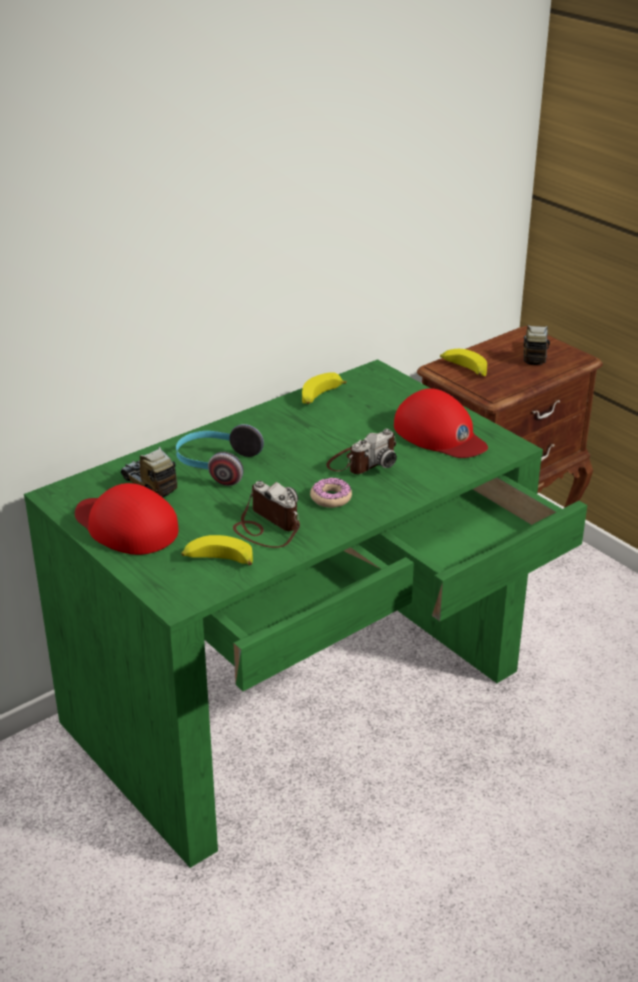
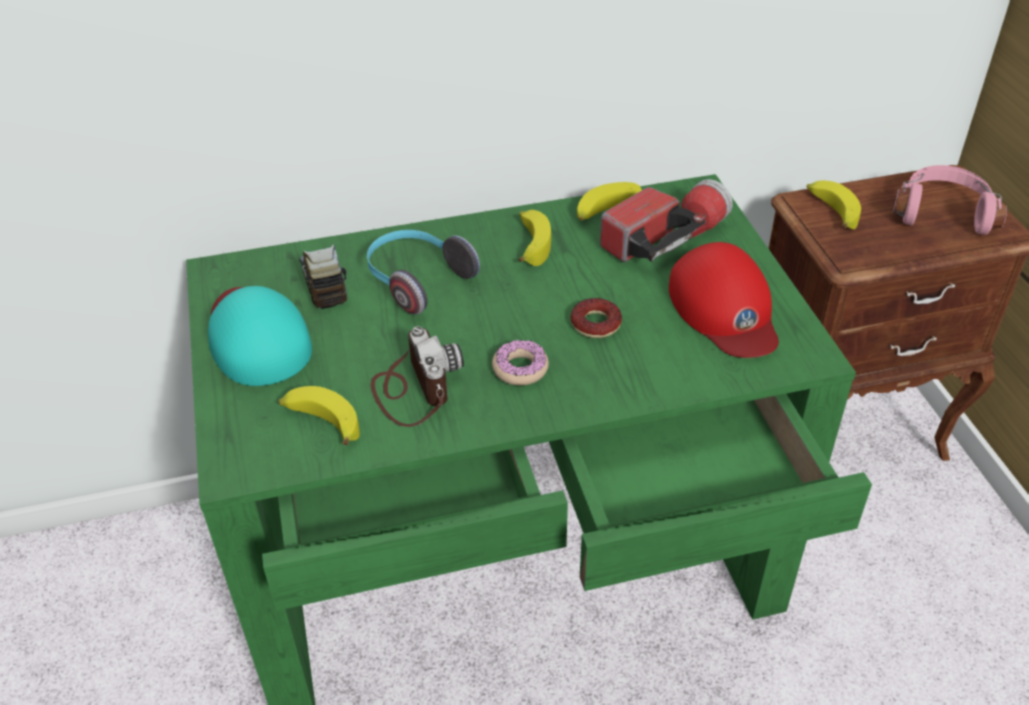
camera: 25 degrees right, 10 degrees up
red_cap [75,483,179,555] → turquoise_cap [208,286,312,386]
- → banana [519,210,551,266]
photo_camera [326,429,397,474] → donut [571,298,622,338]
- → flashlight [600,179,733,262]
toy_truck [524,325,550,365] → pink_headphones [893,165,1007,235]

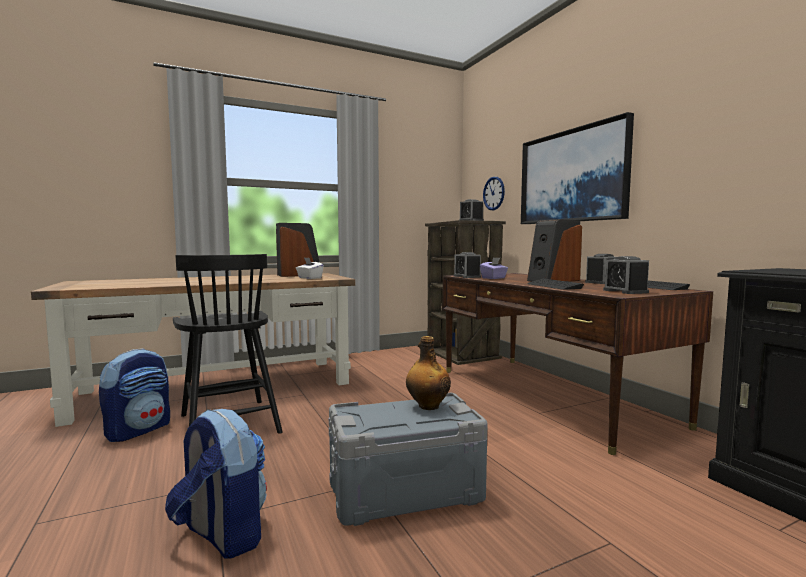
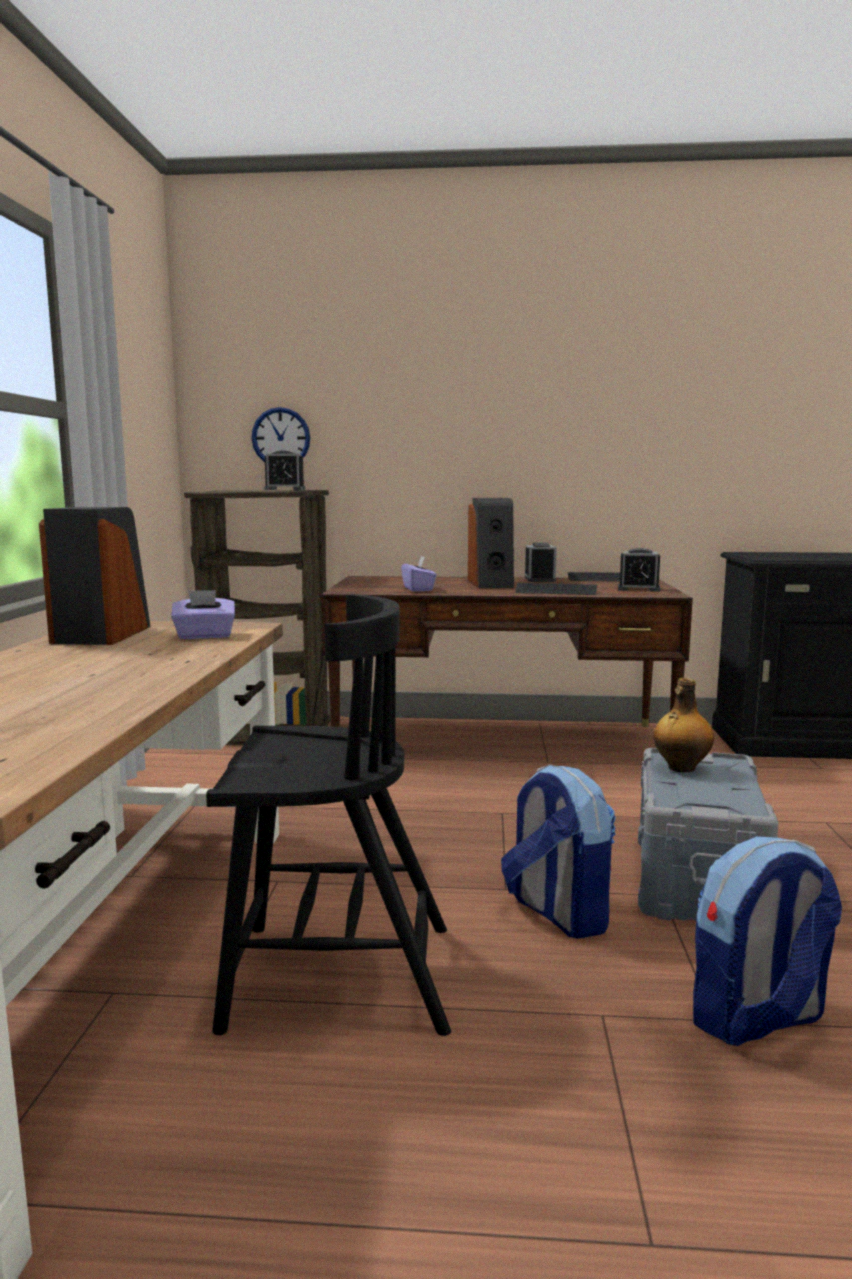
camera: 60 degrees left, 5 degrees up
white_tissue_box [296,257,324,279] → purple_tissue_box [171,590,235,639]
backpack [99,348,170,442] → backpack [501,764,616,939], moved
alarm_clock [454,252,481,278] → -
picture [521,112,634,224] → -

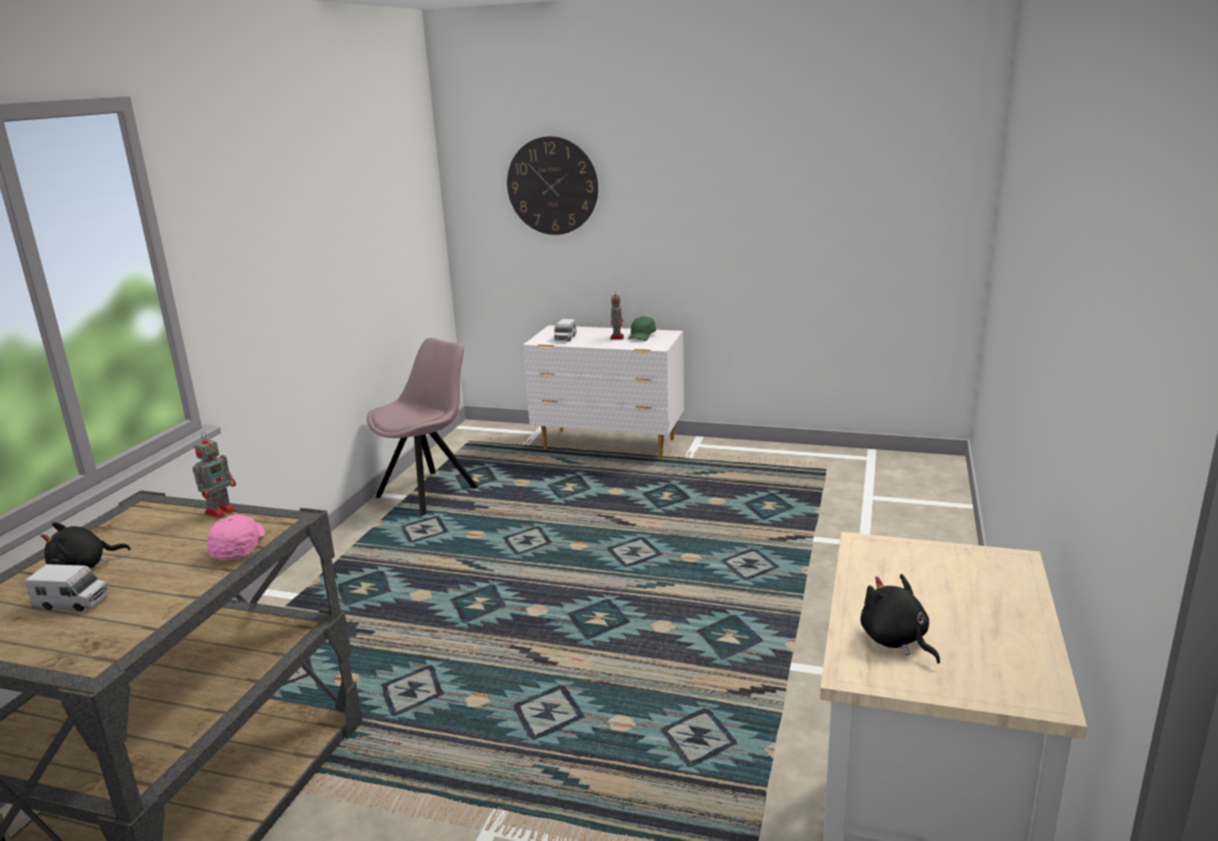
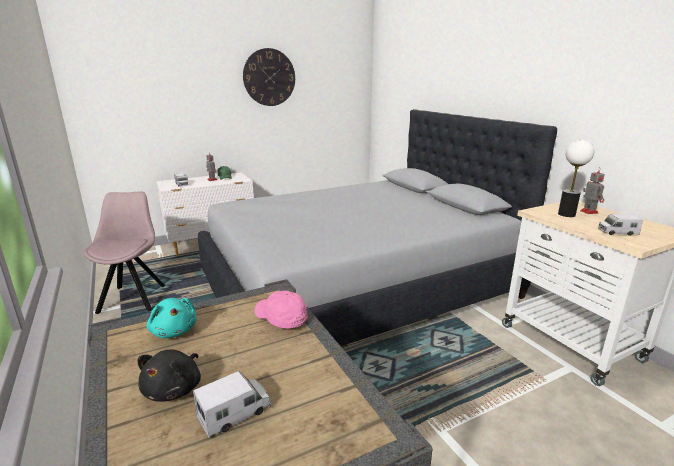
camera: 45 degrees left, 0 degrees up
- → turquoise_plush_toy [147,298,197,338]
- → grey_bed [198,109,557,346]
wall_clock [507,136,598,235] → wall_clock [243,48,295,106], moved
- → table_lamp [558,140,594,217]
toy_robot [193,432,236,518] → toy_robot [580,167,605,214], moved
black_plush_toy [860,574,940,664] → toy_truck [598,214,643,236]

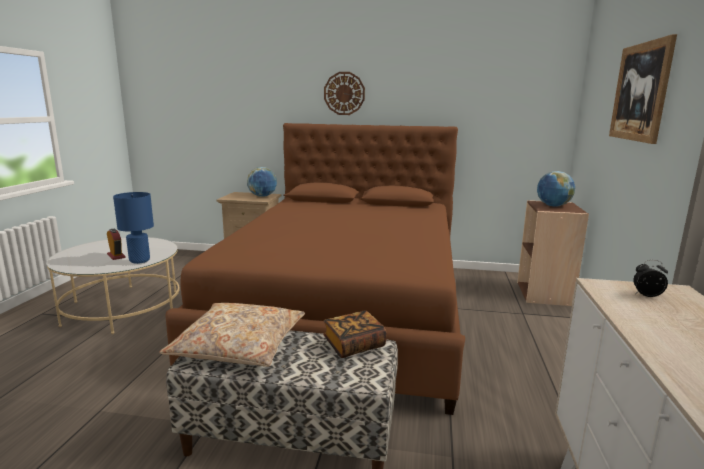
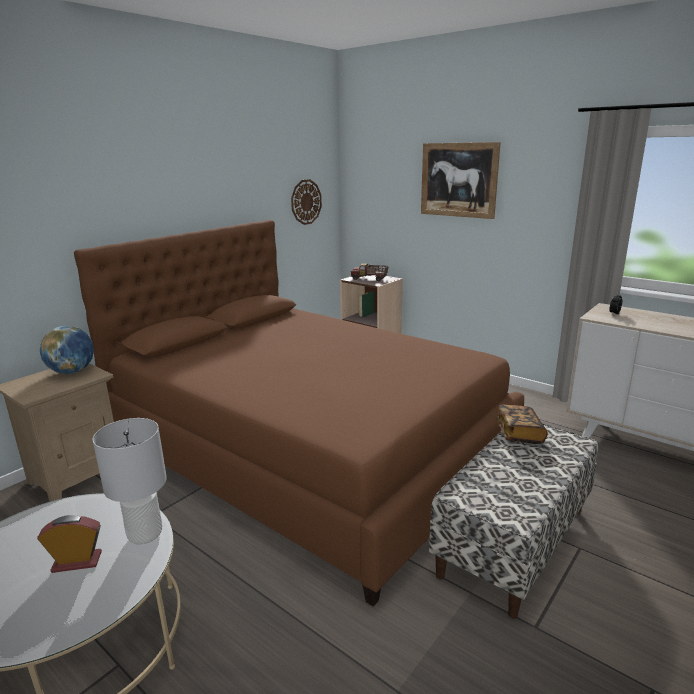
camera: 60 degrees left, 5 degrees up
blue_table_lamp [113,192,154,264] → grey_table_lamp [93,418,167,545]
wall_clock [324,72,365,115] → wall_clock [291,179,322,225], moved
globe [537,171,575,206] → toy_truck [351,263,389,281]
beige_pillow [159,303,305,367] → -

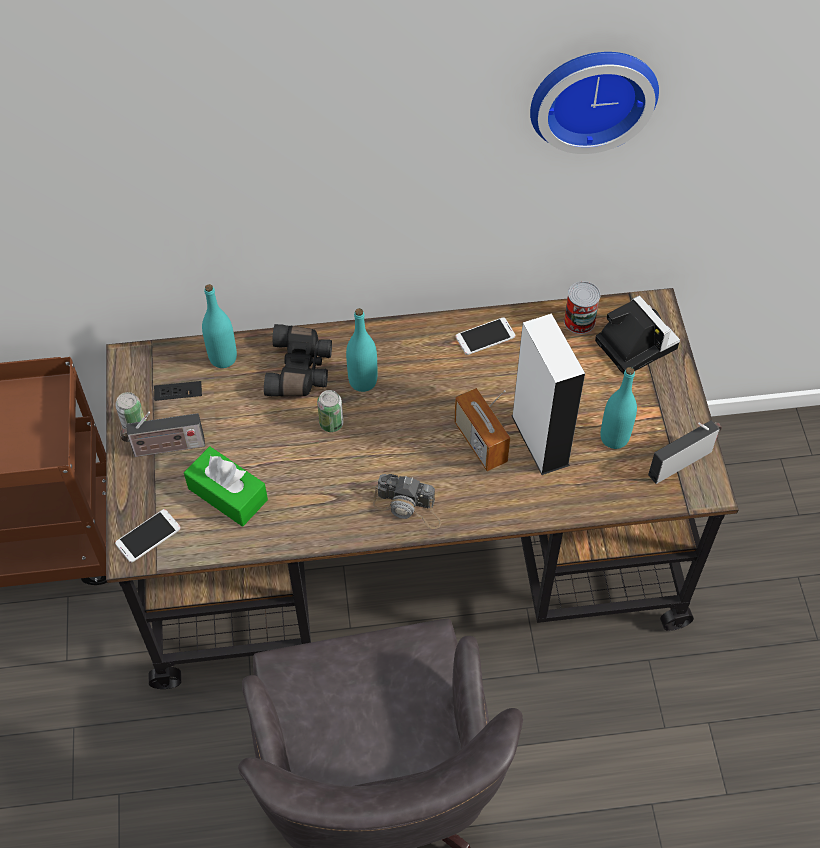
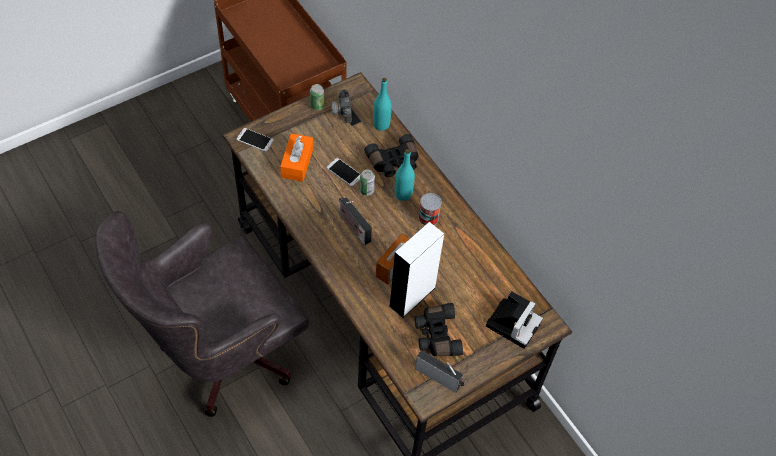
camera: 60 degrees right, 0 degrees up
green_tissue_box [184,447,268,527] → orange_tissue_box [280,133,313,182]
phone [456,317,515,355] → phone [327,158,361,186], moved
photo_camera [373,474,442,529] → photo_camera [331,89,352,130], moved
radio [120,411,205,457] → radio [339,197,372,245], moved
turquoise_bottle [600,367,637,449] → black_binoculars [414,303,463,356]
can [564,281,601,334] → can [418,193,442,226], moved
wall_clock [530,52,659,154] → -

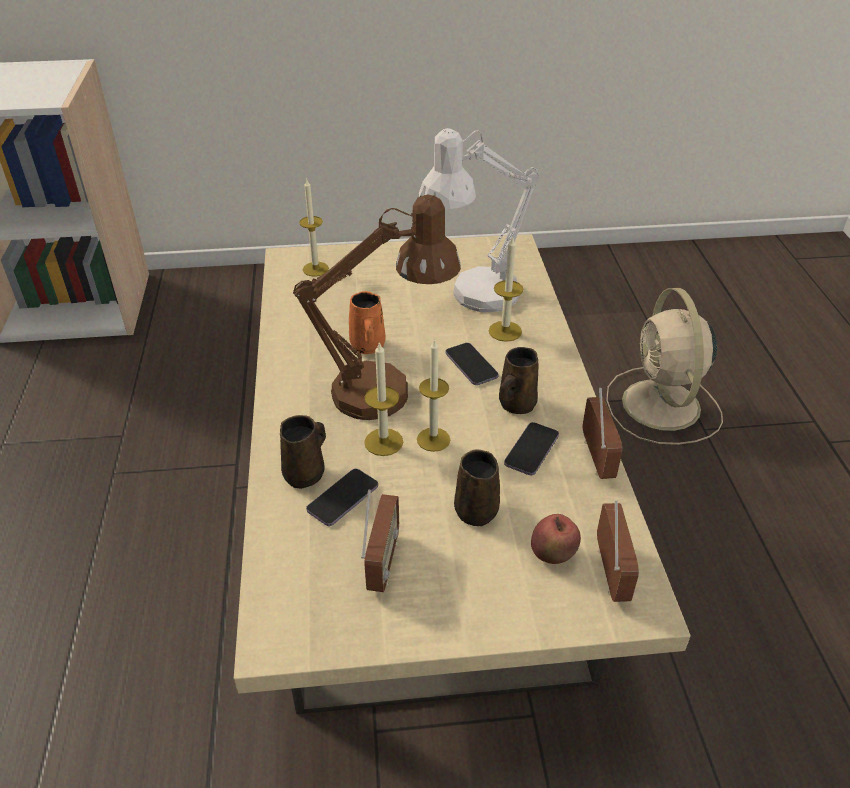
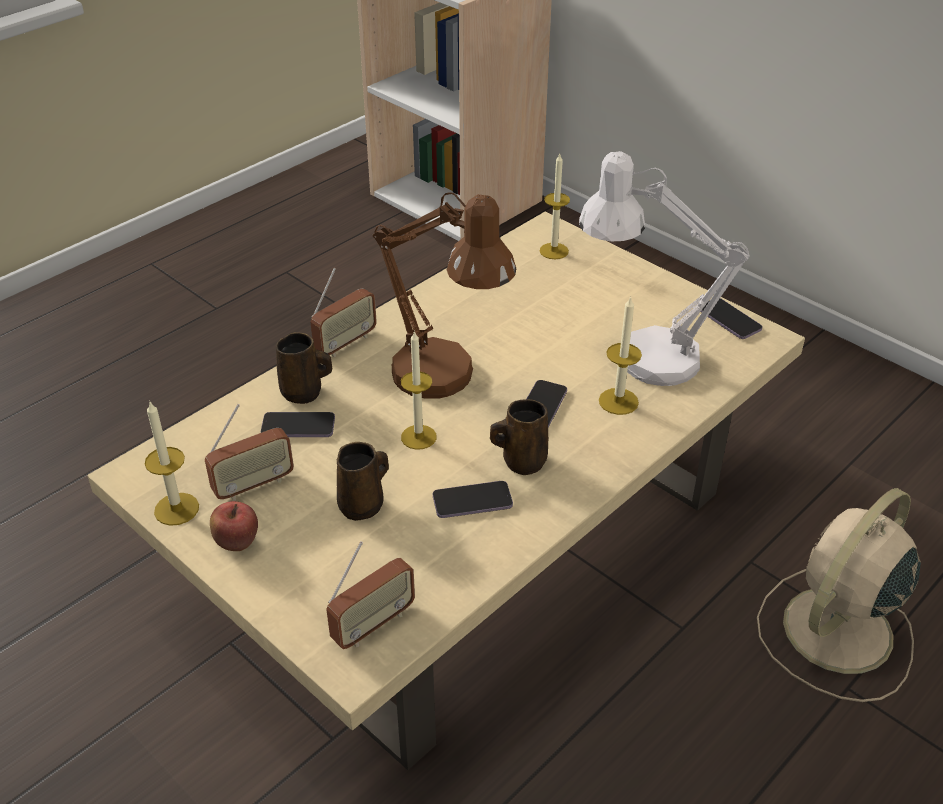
camera: 50 degrees right, 0 degrees up
candle [364,342,403,456] → candle [145,400,199,526], moved
apple [531,514,581,564] → apple [210,501,258,551], moved
radio [583,388,622,479] → radio [310,267,377,357], moved
- → phone [701,298,763,339]
orange_mug [349,291,386,354] → -

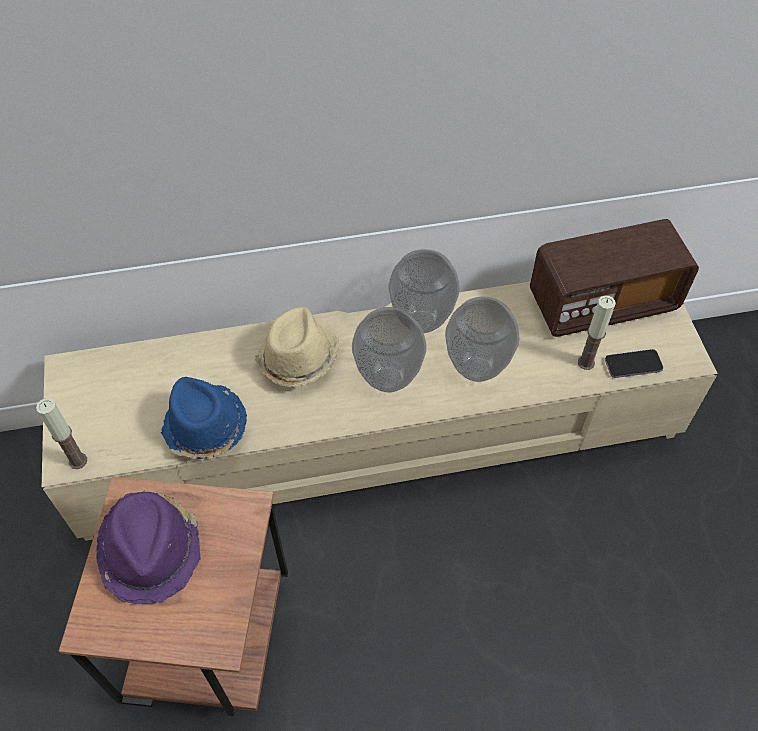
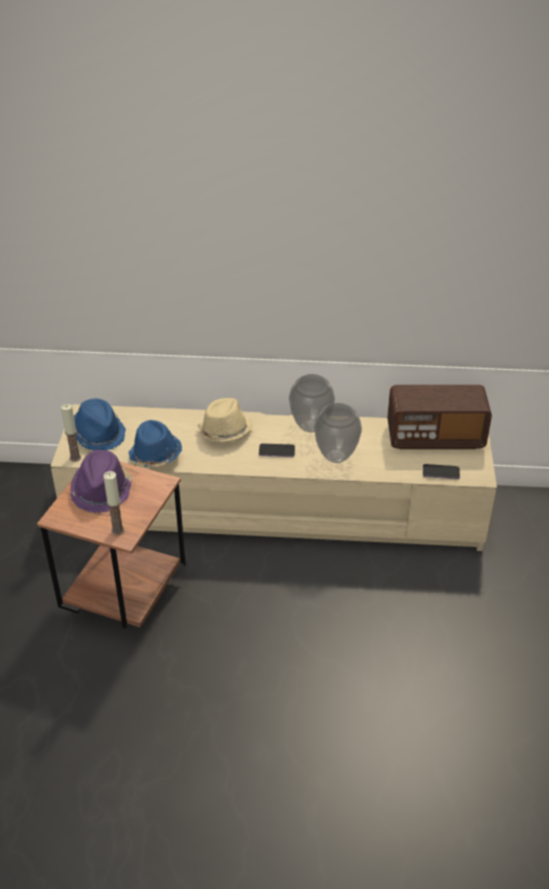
camera: 15 degrees right, 15 degrees down
- → blue_hat [74,399,126,451]
candle [578,296,616,370] → candle [103,471,124,536], moved
vase [352,307,427,392] → phone [259,443,295,457]

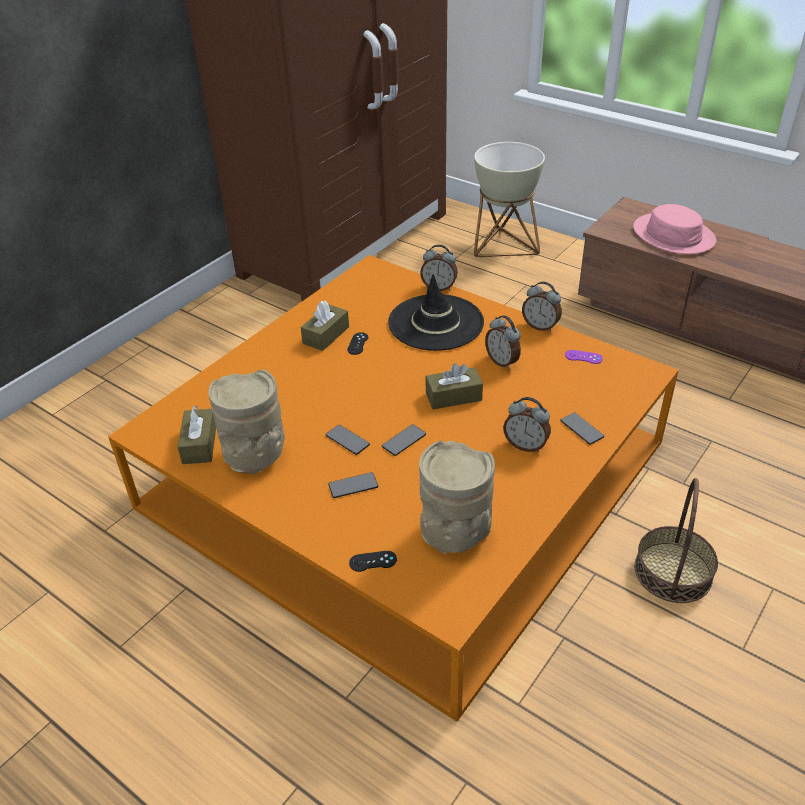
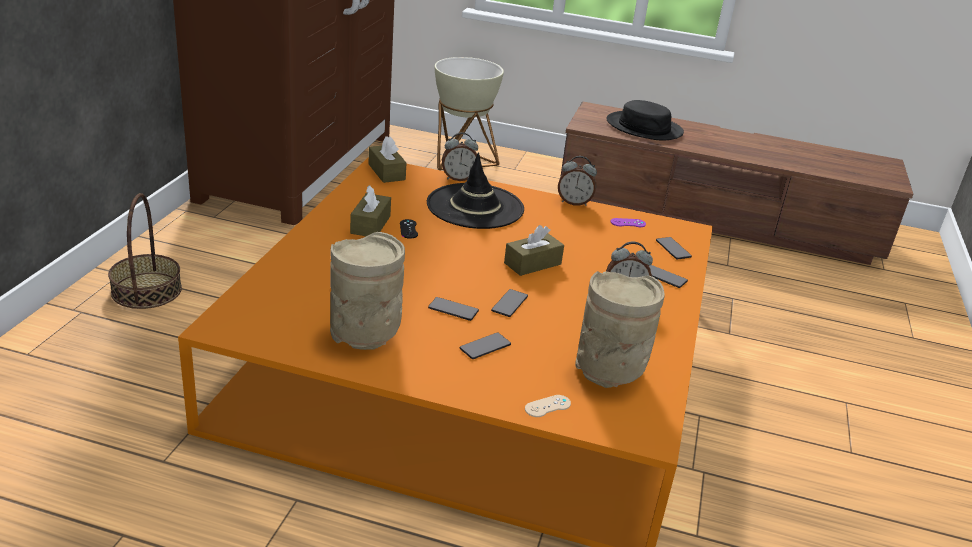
camera: 25 degrees left, 10 degrees down
basket [635,478,718,603] → basket [108,193,182,309], moved
brown_tissue_box [178,406,216,464] → brown_tissue_box [369,136,407,183], moved
black_game_controller [349,551,397,572] → beige_game_controller [525,395,571,417]
pink_hat [633,204,716,254] → black_hat [606,100,684,141]
- → phone [656,237,692,260]
alarm_clock [485,315,521,369] → -

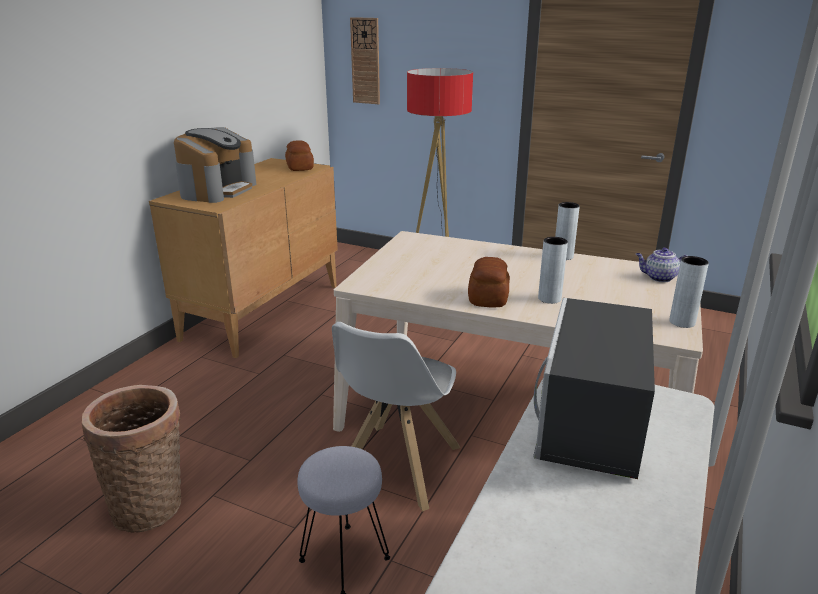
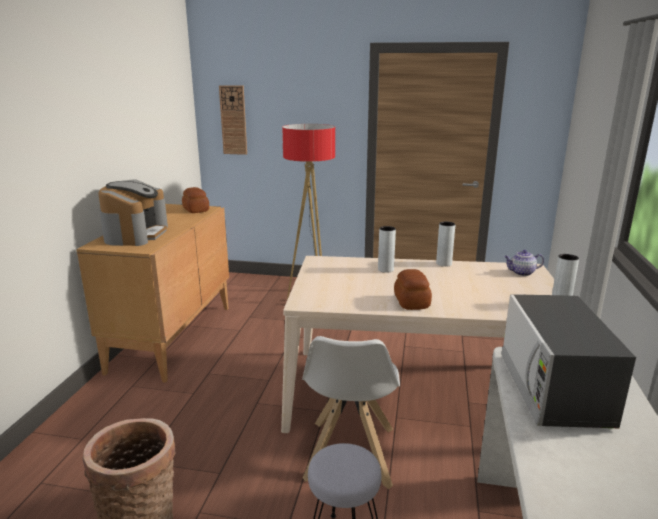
camera: 15 degrees left, 5 degrees down
grey_vase [538,237,568,304] → grey_vase [378,226,396,273], moved

